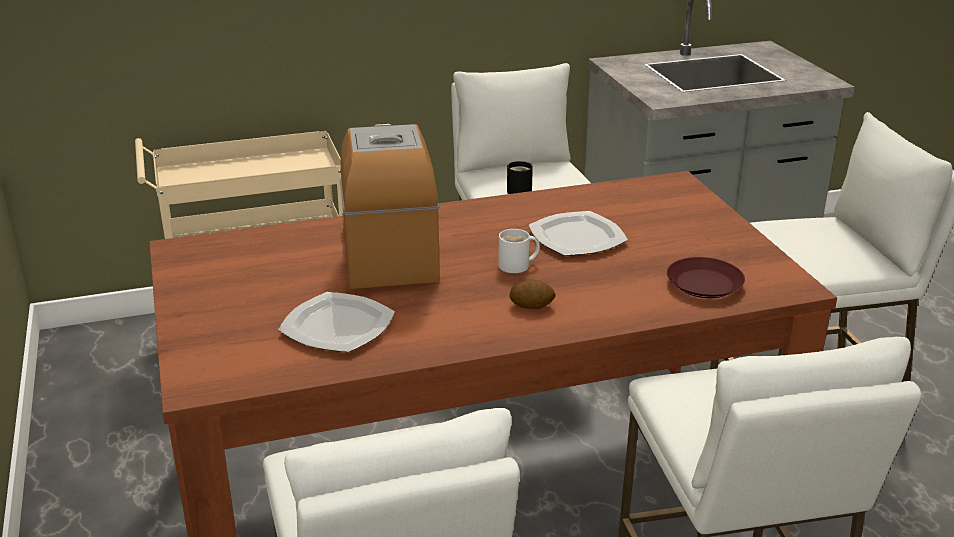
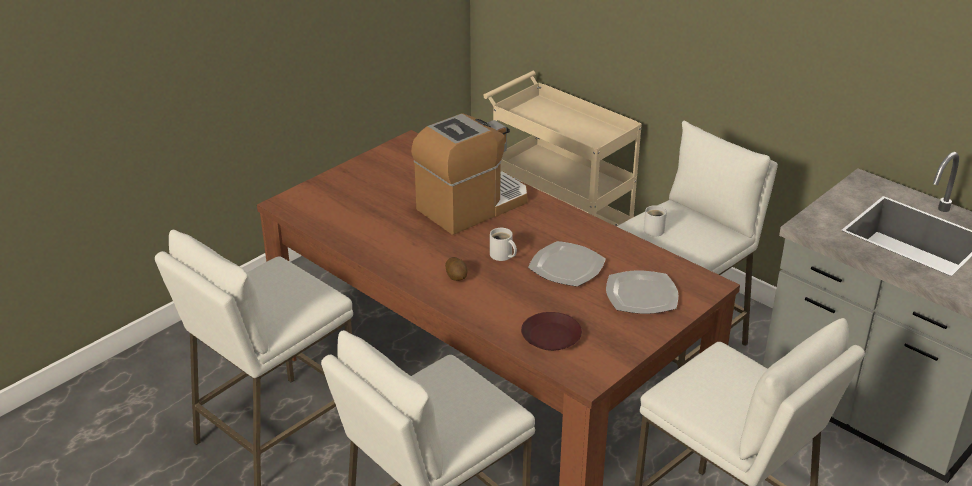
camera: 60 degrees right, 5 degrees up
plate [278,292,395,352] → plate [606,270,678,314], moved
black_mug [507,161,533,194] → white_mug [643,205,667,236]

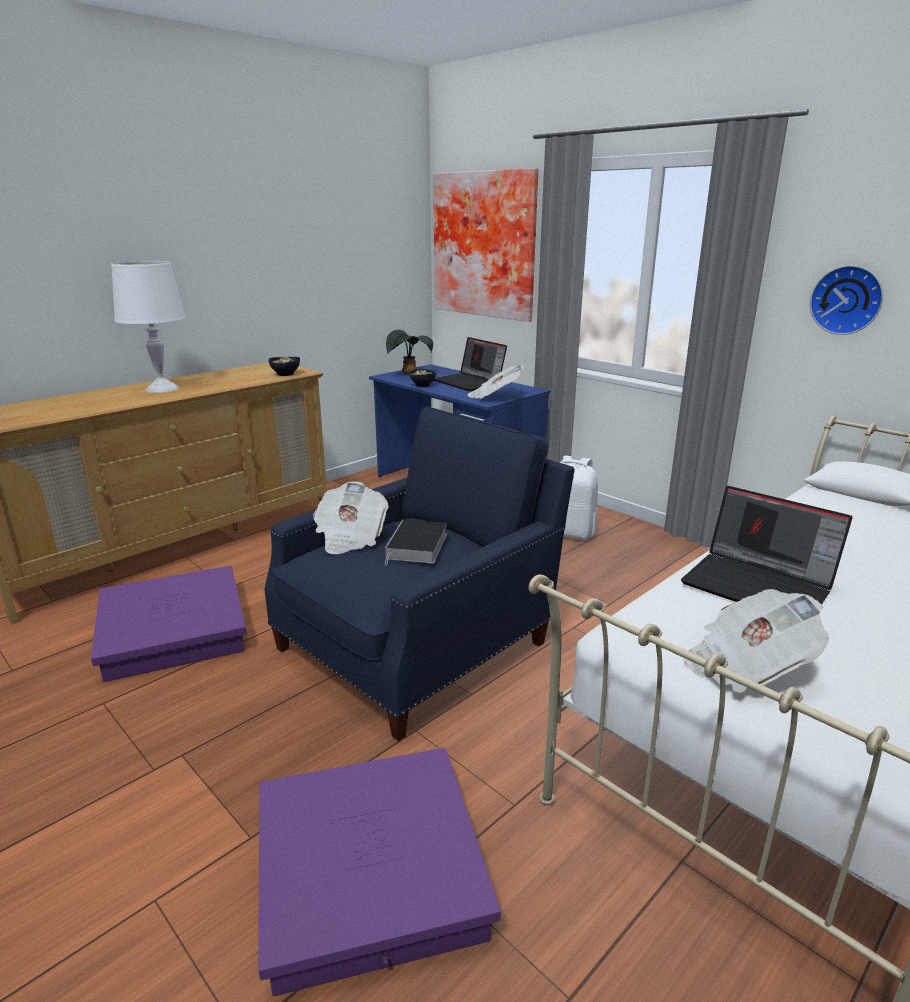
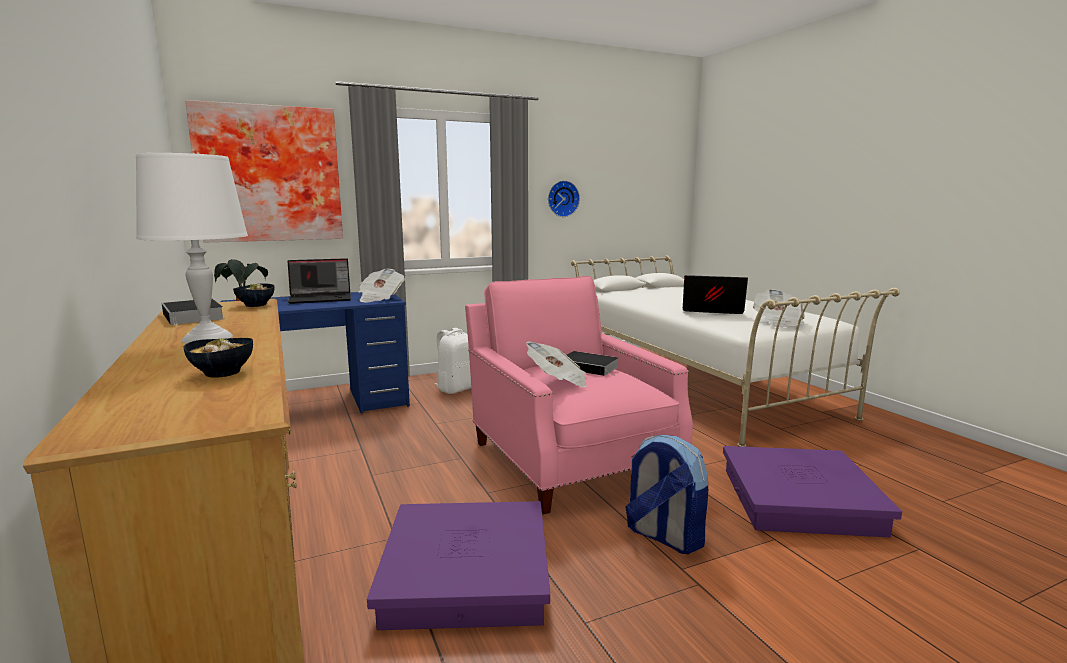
camera: 70 degrees left, 10 degrees down
- → book [162,298,225,326]
bowl [409,369,436,387] → bowl [183,338,253,378], moved
blue_armchair [264,407,575,741] → pink_armchair [465,276,693,515]
- → backpack [626,435,708,554]
laptop [681,486,853,605] → laptop [683,275,748,314], 135 degrees counterclockwise

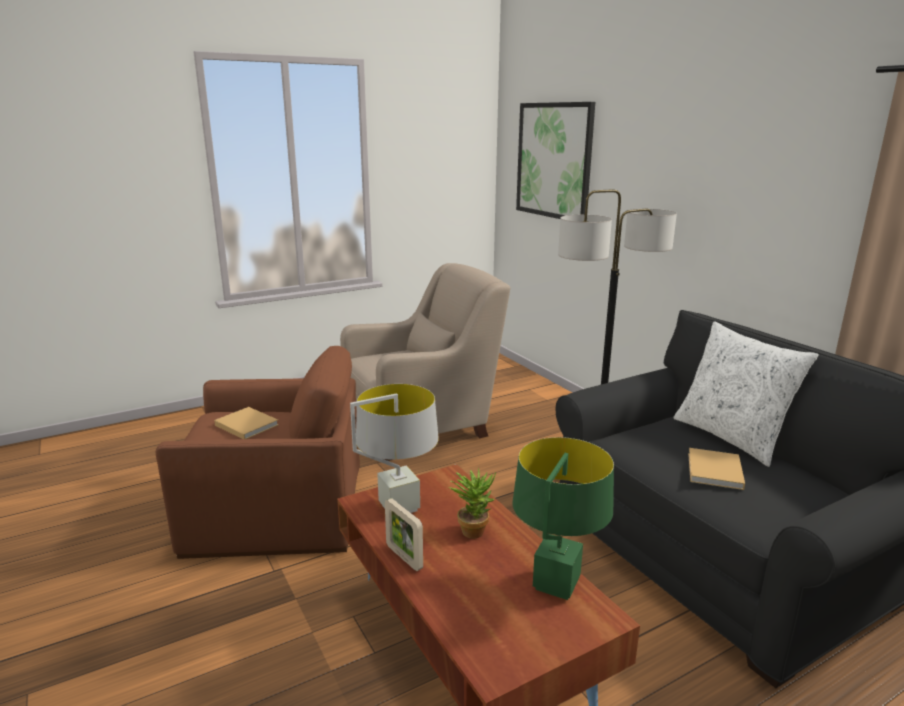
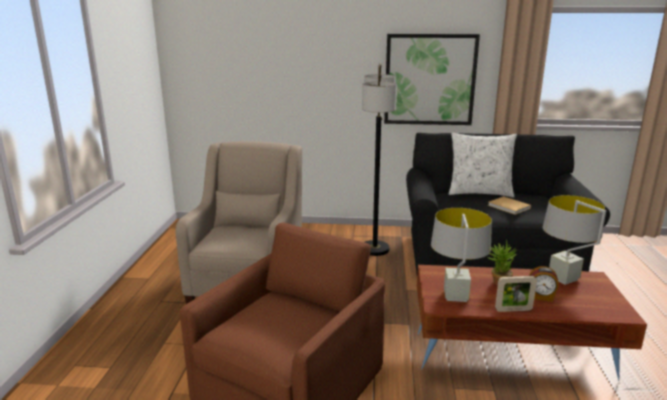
camera: 55 degrees left, 0 degrees up
picture [516,102,595,219] → picture [384,34,480,125], moved
- → alarm_clock [529,266,559,302]
green_table_lamp [512,437,614,600] → grey_table_lamp [543,195,606,285]
beige_book [214,407,279,439] → -

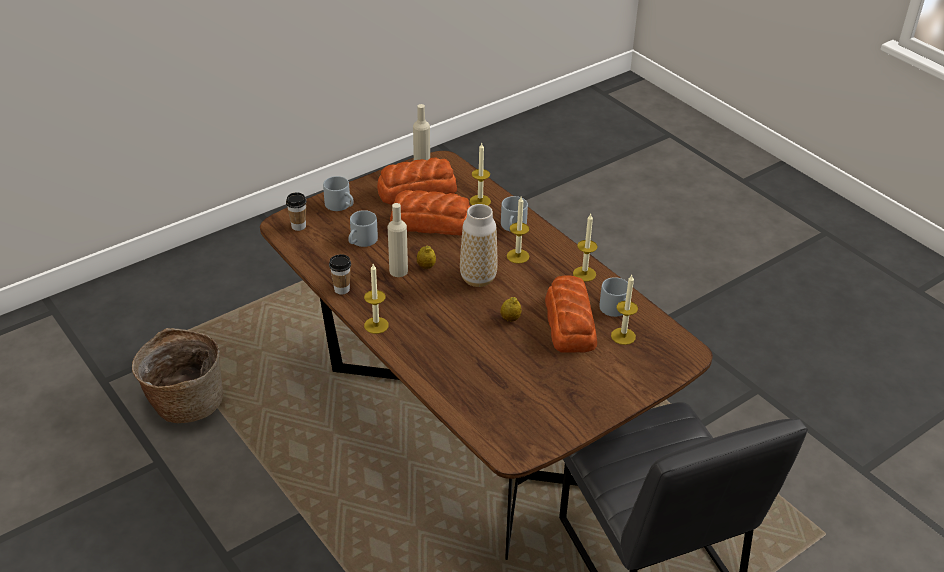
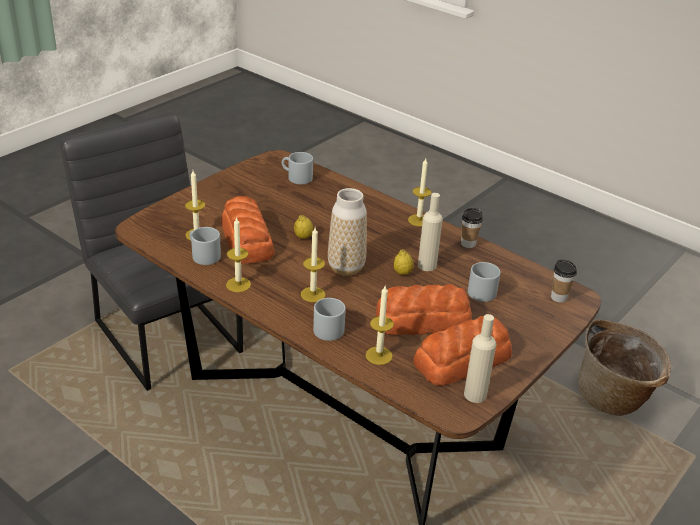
camera: 165 degrees right, 5 degrees down
grey_mug [323,176,354,211] → grey_mug [282,152,313,184], moved

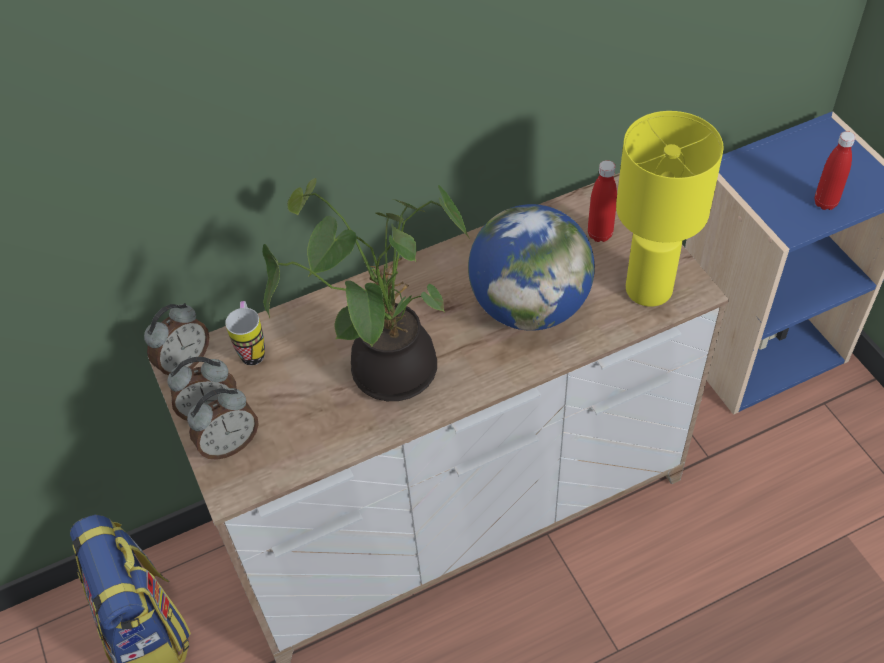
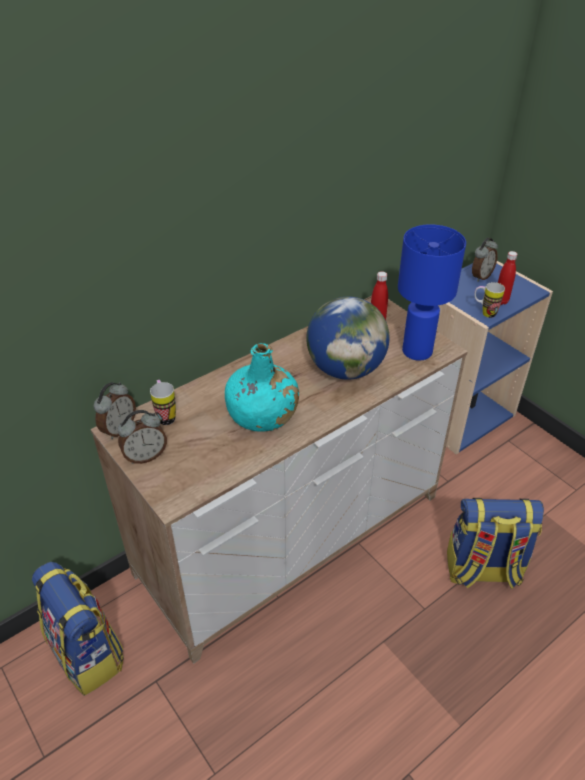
camera: 15 degrees left, 10 degrees down
potted_plant [262,178,470,401] → turquoise_bottle [225,343,299,432]
yellow_table_lamp [616,111,724,307] → blue_table_lamp [398,224,466,361]
- → backpack [447,498,544,589]
alarm_clock [187,388,259,460] → alarm_clock [472,238,498,282], moved
- → mug [474,282,505,318]

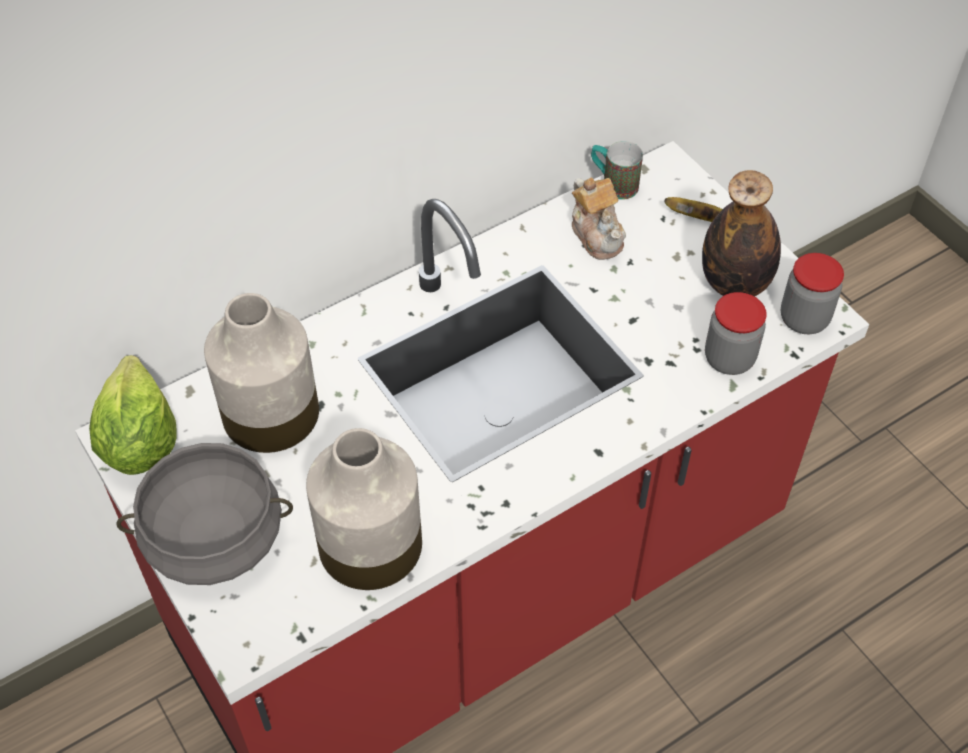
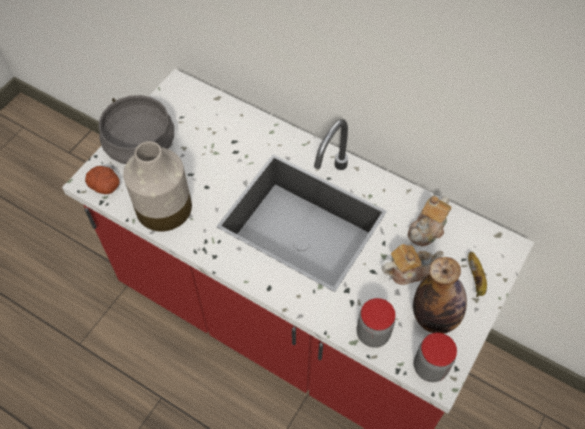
camera: 65 degrees right, 5 degrees up
- → potato [85,166,120,194]
- → teapot [382,244,444,285]
lettuce [89,355,177,475] → -
beige_vase [204,293,319,453] → -
mug [591,141,643,200] → -

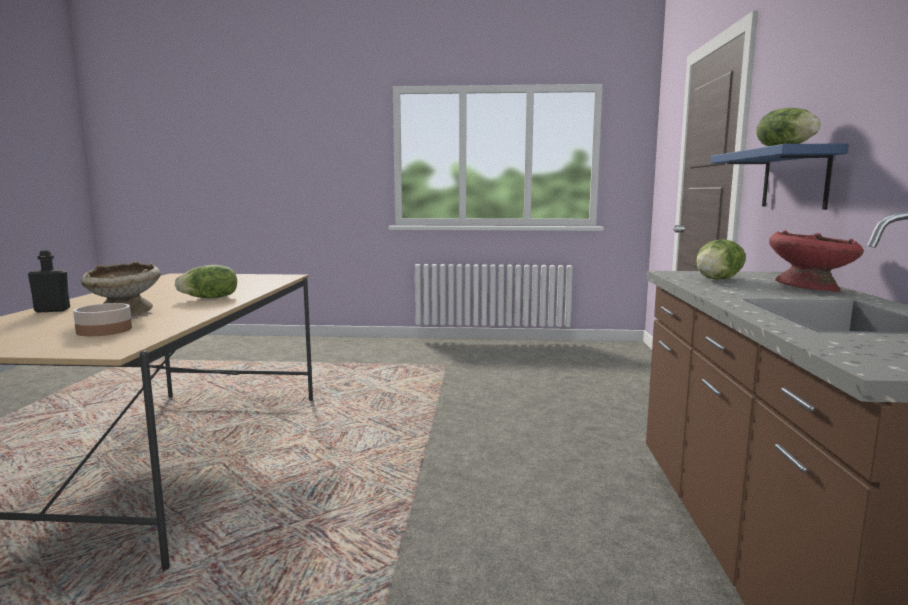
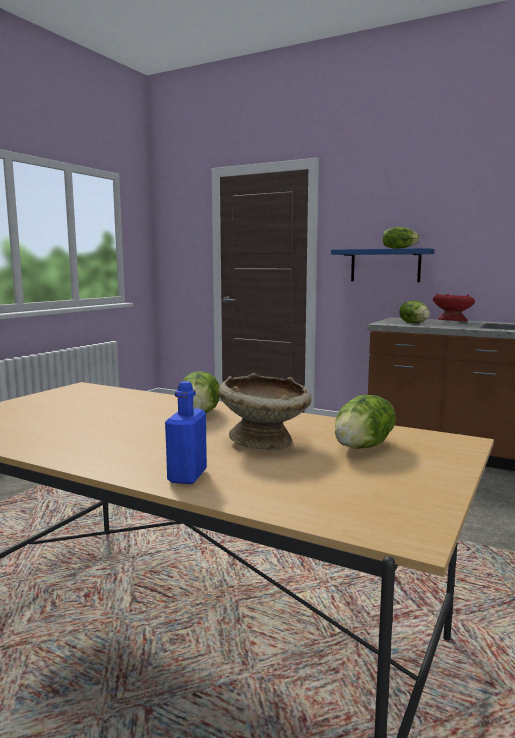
camera: 65 degrees left, 0 degrees up
black_bottle [28,250,70,313] → blue_bottle [165,381,207,484]
bowl [73,303,132,336] → lettuce [335,395,396,449]

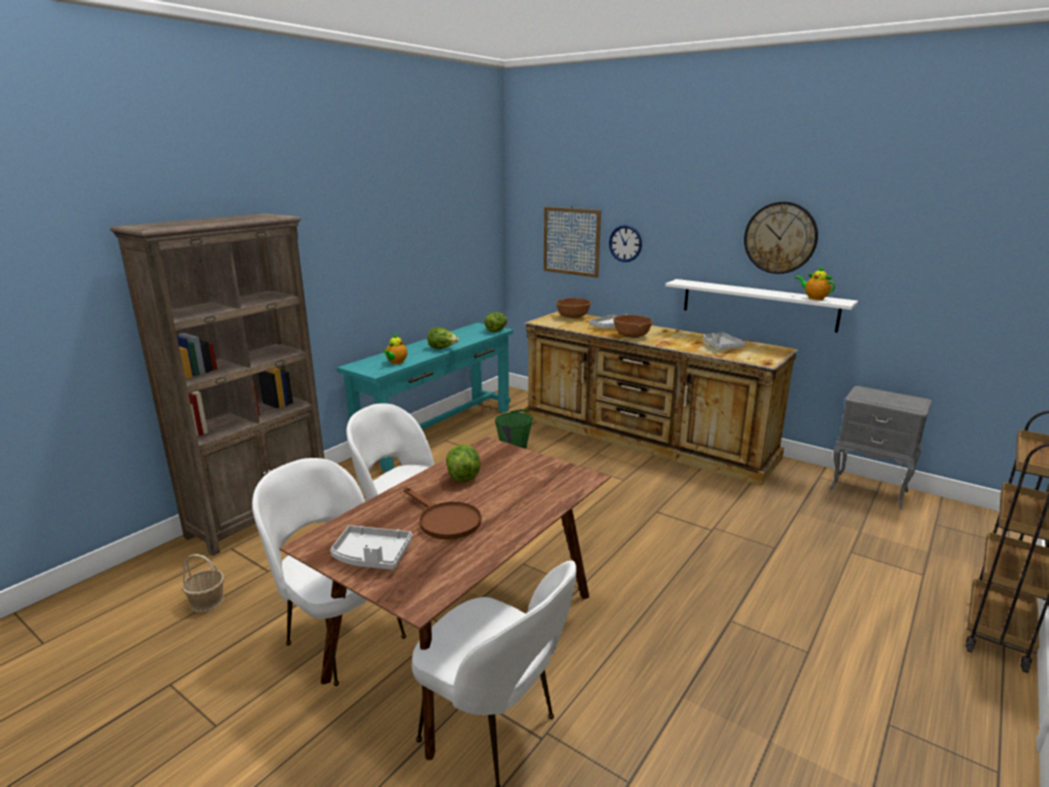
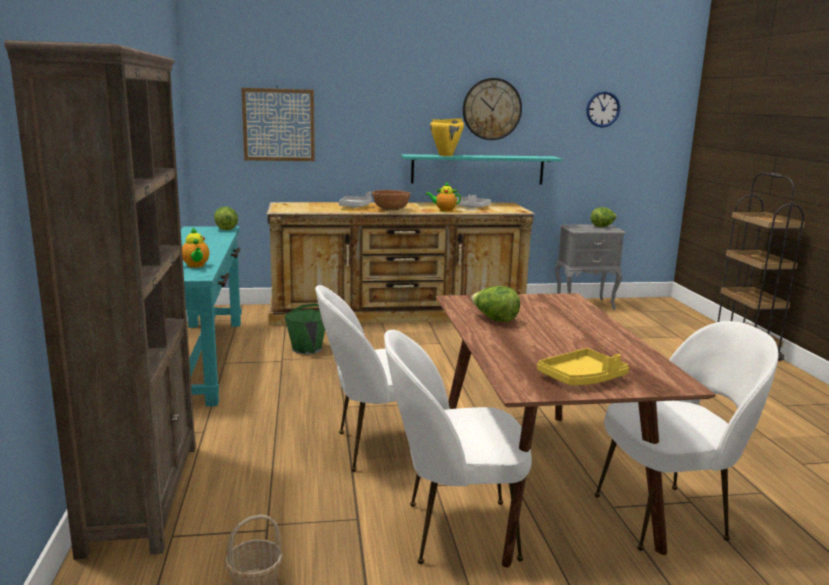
camera: 45 degrees left, 5 degrees down
white_shelf [665,279,858,333] → turquoise_shelf [401,154,562,184]
teapot [795,266,835,300] → teapot [425,181,461,212], moved
- → yellow_cooking_pot [430,118,464,156]
grey_tray [330,525,412,570] → yellow_tray [537,348,629,385]
wall_clock [609,225,642,262] → wall_clock [586,91,620,128], moved
lettuce [427,327,459,349] → lettuce [591,207,617,227], moved
brown_frying_pan [404,487,482,540] → -
brown_bowl [556,298,591,319] → -

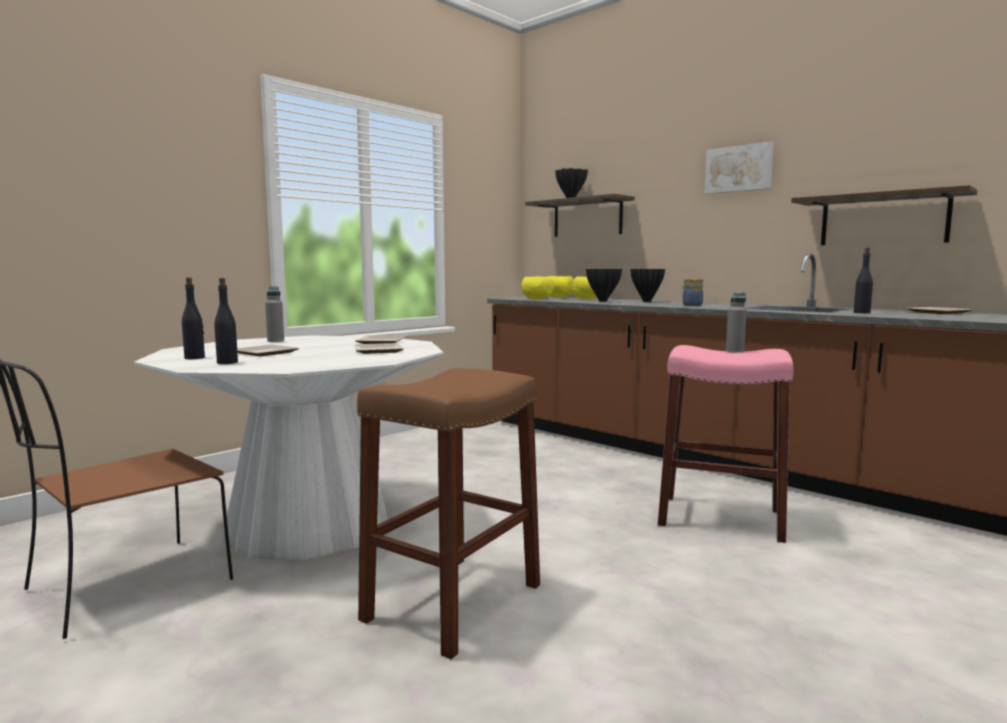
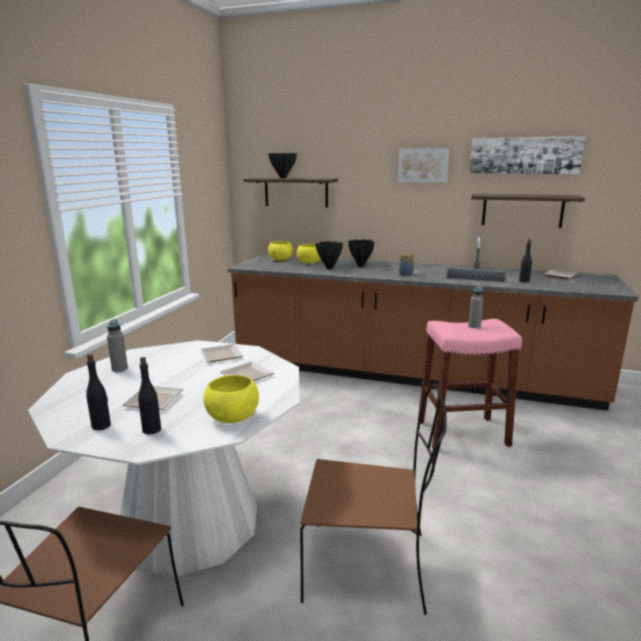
camera: 25 degrees left, 10 degrees up
yellow_bowl [521,276,554,299] → yellow_bowl [204,375,259,423], moved
brown_stool [357,368,540,659] → brown_chair [300,385,447,615]
- → picture [469,136,585,174]

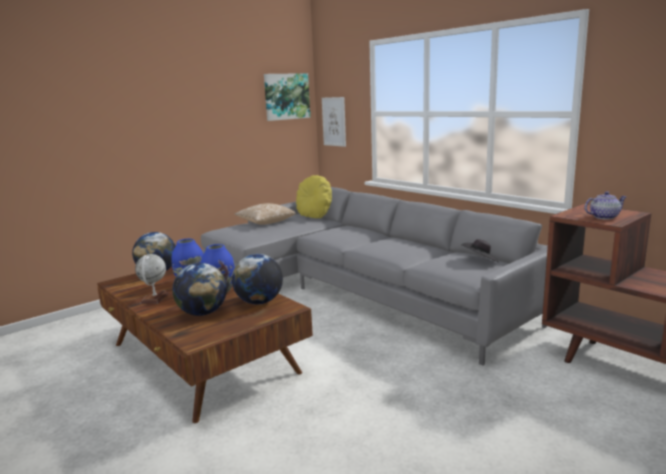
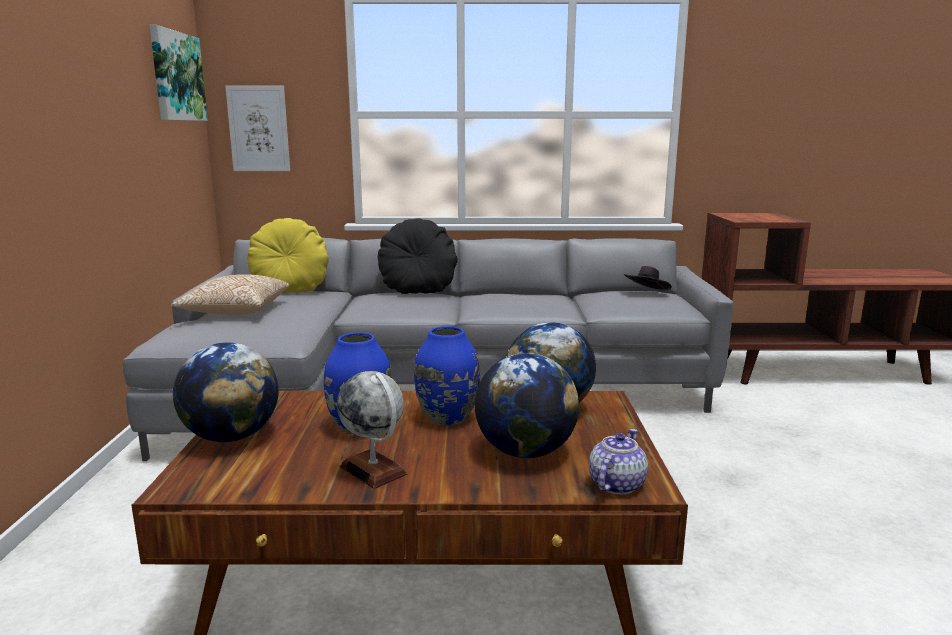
camera: 50 degrees left, 0 degrees up
- → black_pillow [378,218,458,294]
teapot [584,191,627,220] → teapot [589,429,648,495], moved

